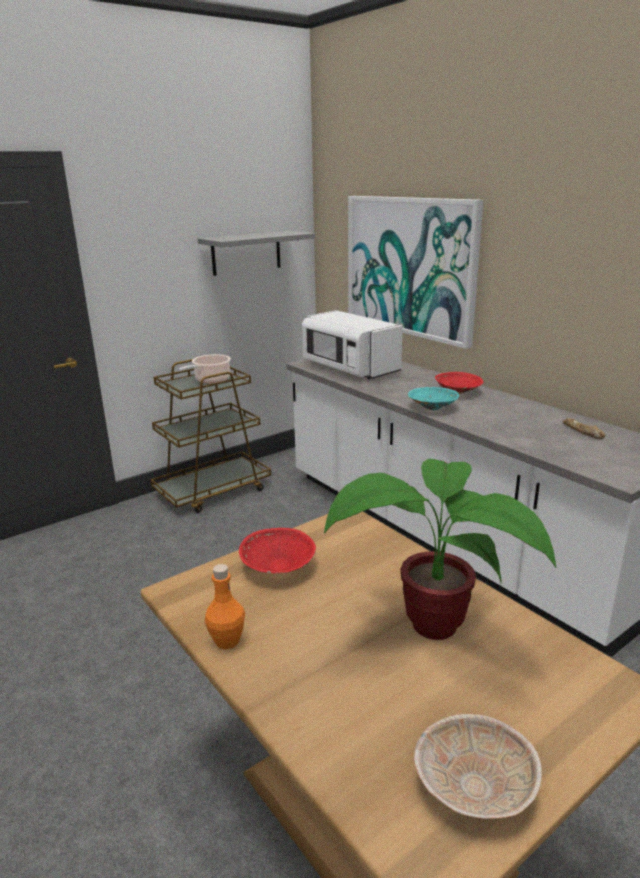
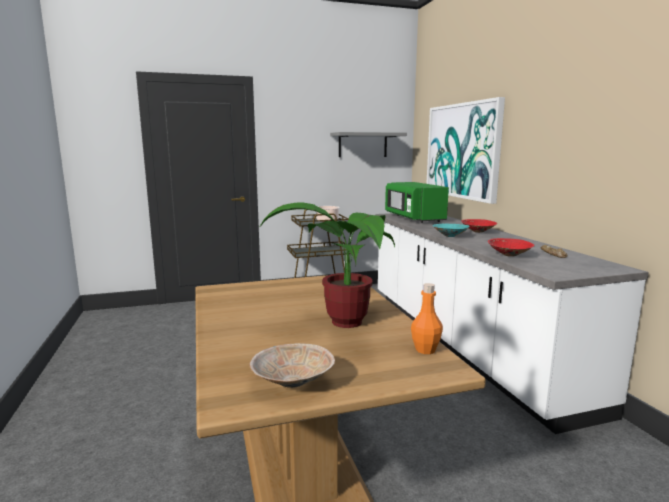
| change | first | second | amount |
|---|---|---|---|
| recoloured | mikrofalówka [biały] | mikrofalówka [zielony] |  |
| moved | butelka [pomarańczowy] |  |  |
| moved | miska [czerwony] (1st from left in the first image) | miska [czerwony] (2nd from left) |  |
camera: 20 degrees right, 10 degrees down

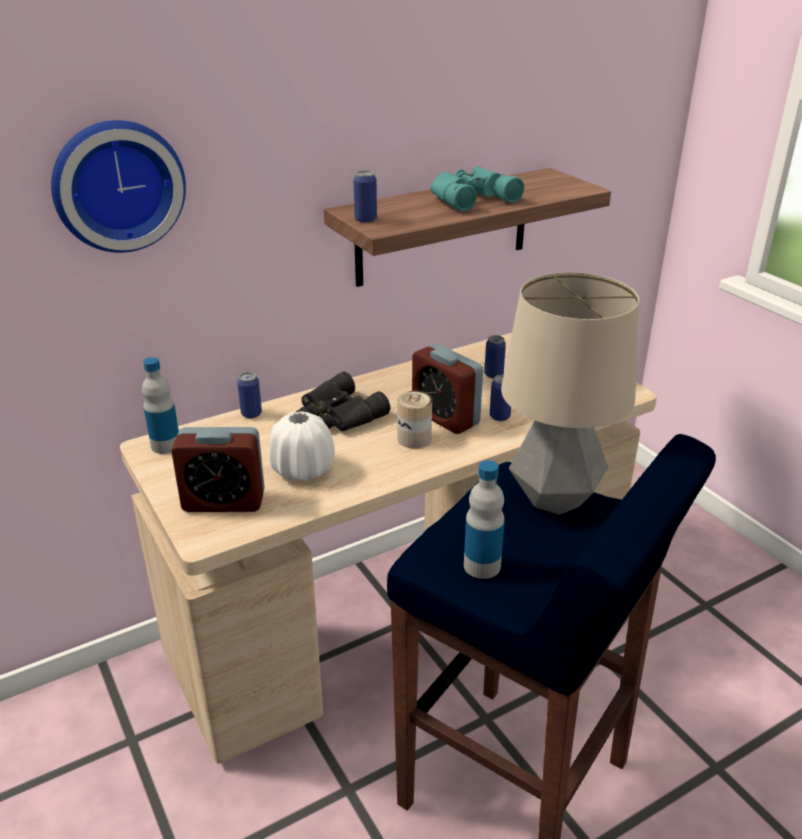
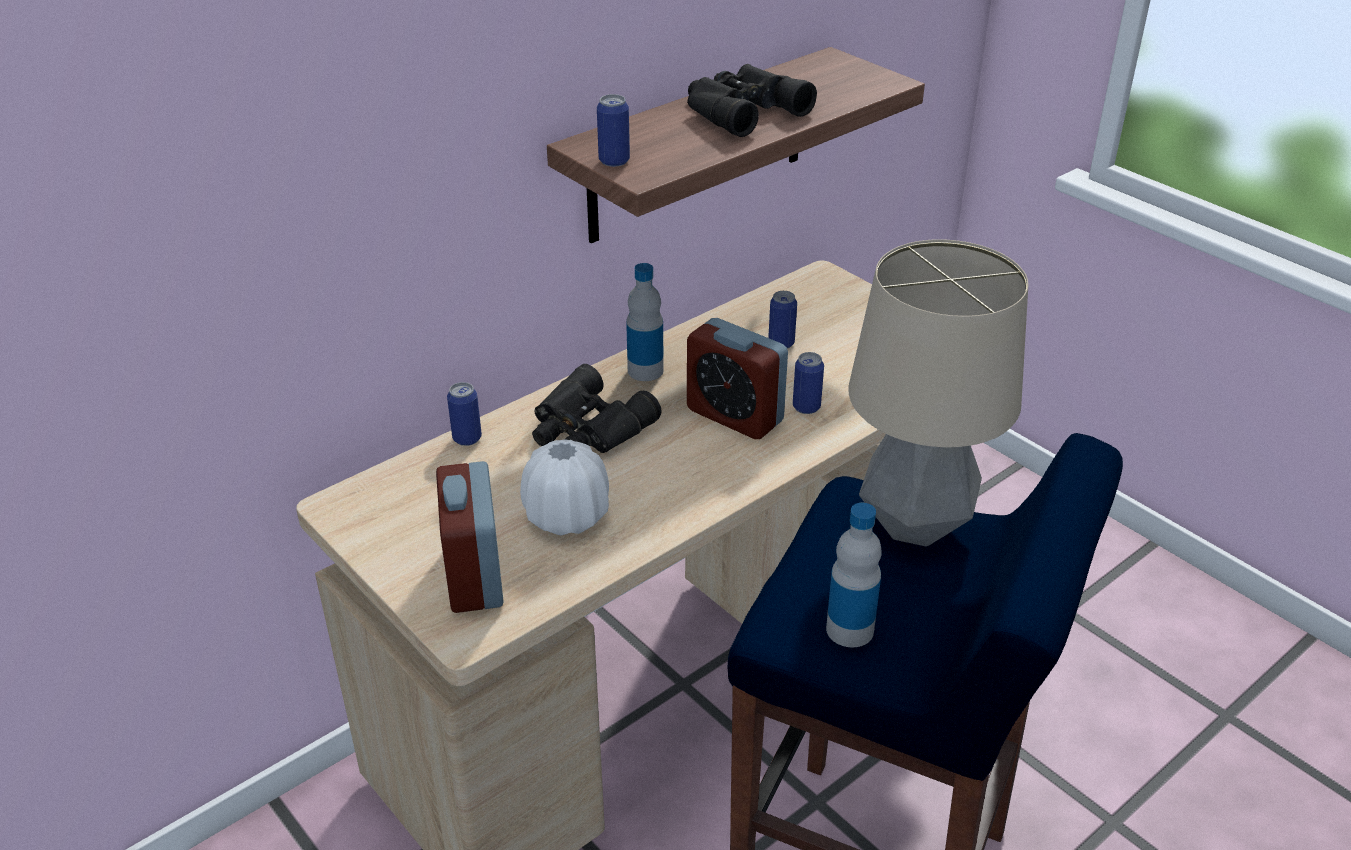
| change | first | second | amount |
|---|---|---|---|
| turned | budzik (1st from left) |  | 90 degrees clockwise |
| moved | butelka (1st from left) |  |  |
| recoloured | lornetka [turkusowy] | lornetka [czarny] (2nd from left) |  |
| removed | zegar ścienny |  |  |
| removed | puszka (3rd from left) |  |  |
camera: 10 degrees left, 5 degrees up

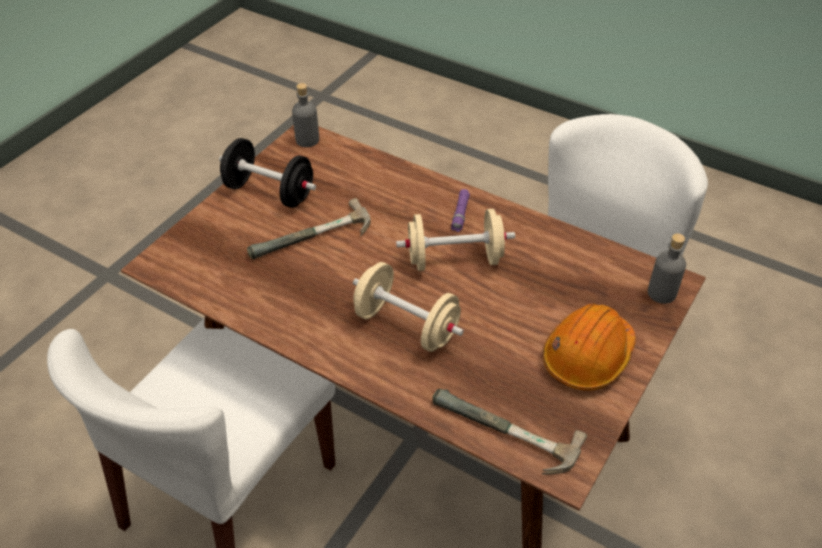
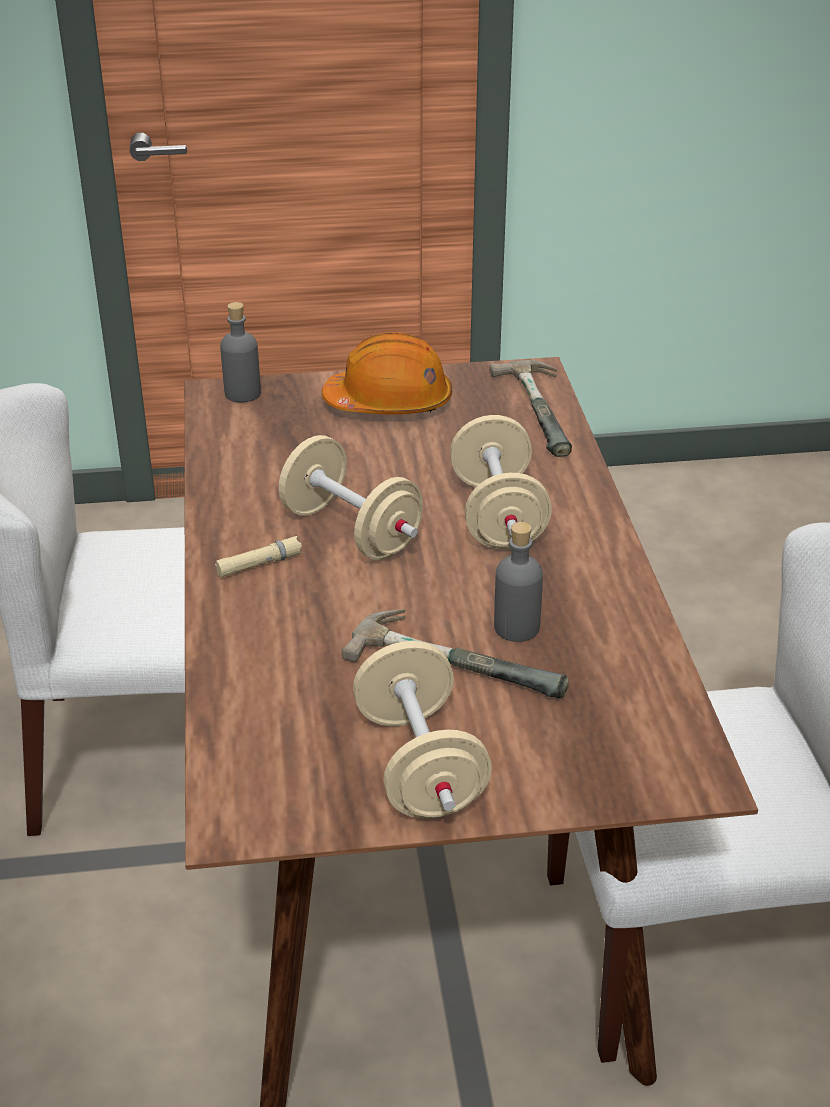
| change | first | second | amount |
|---|---|---|---|
| recoloured | latarka [fioletowy] | latarka [beżowy] |  |
| recoloured | hantel [czarny] | hantel [beżowy] (2nd from left) |  |
| moved | butelka [szary] (1st from left in the first image) | butelka [szary] (2nd from left) |  |
camera: 130 degrees left, 10 degrees down

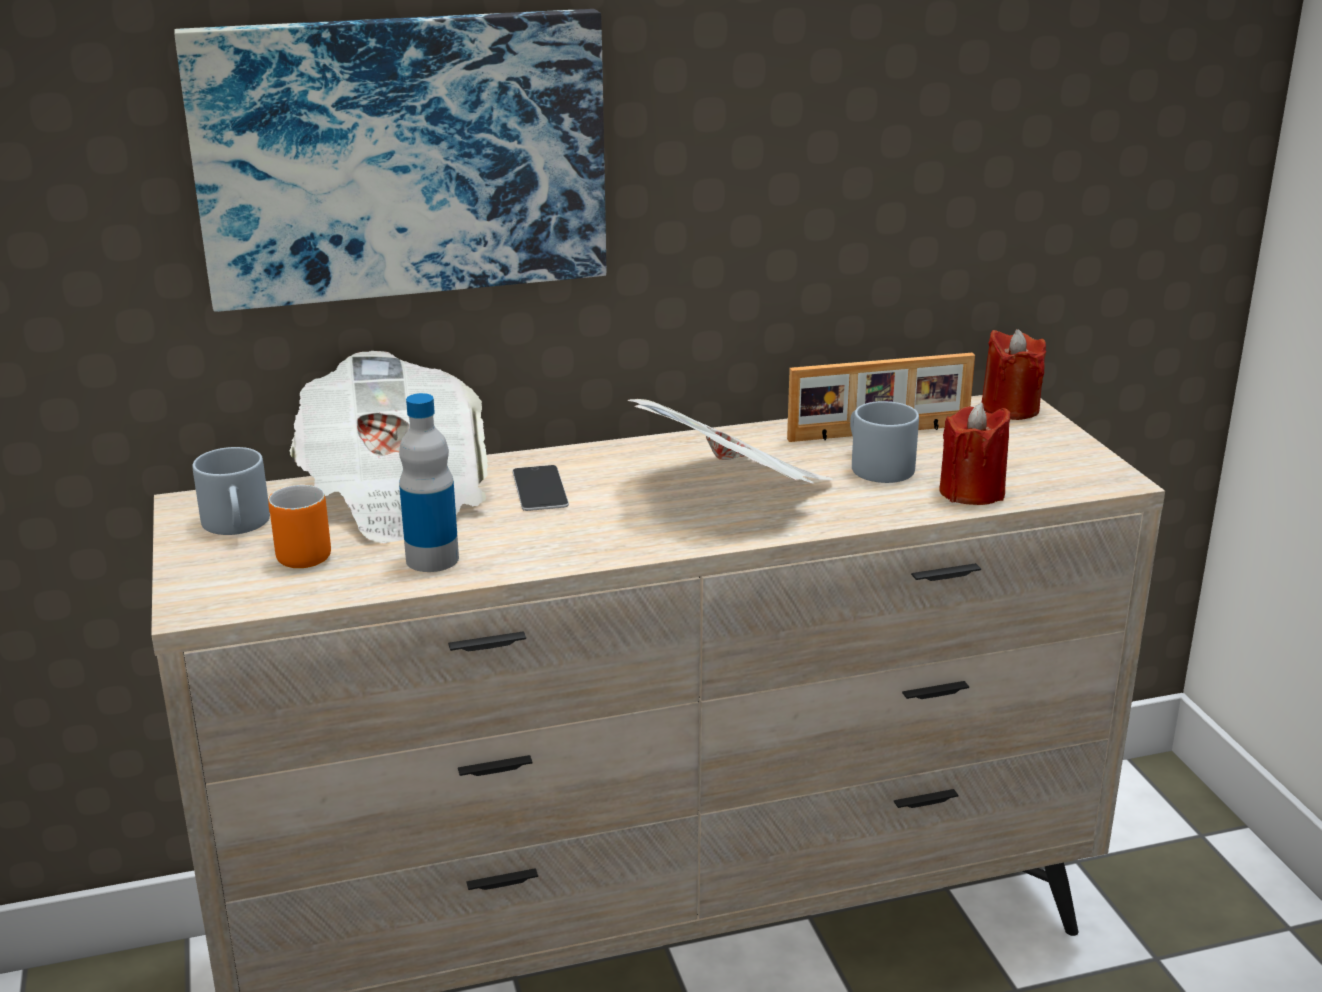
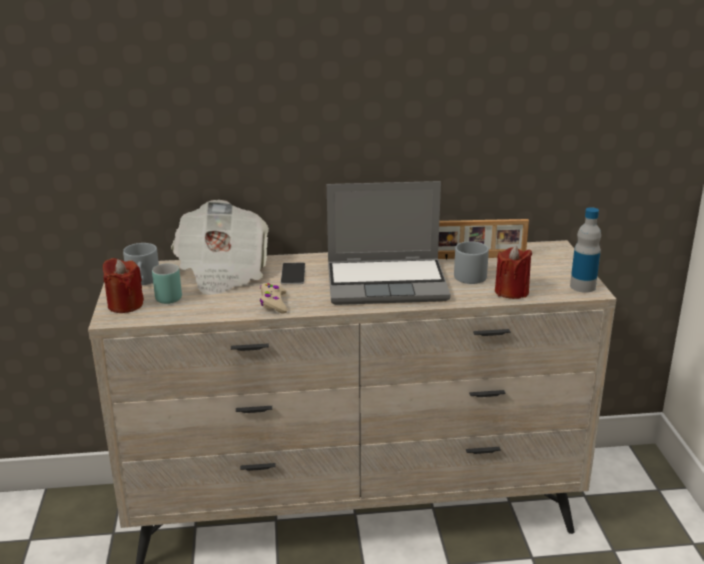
| change | first | second | amount |
|---|---|---|---|
| moved | świeca [czerwony] (2nd from left in the first image) | świeca [czerwony] (1st from left) |  |
| recoloured | kubek [pomarańczowy] | kubek [turkusowy] |  |
| added |  | pad do gier [beżowy] |  |
| replaced | gazeta (2nd from left) | laptop |  |
| moved | butelka |  |  |
| removed | obraz |  |  |
camera: 10 degrees right, 0 degrees up

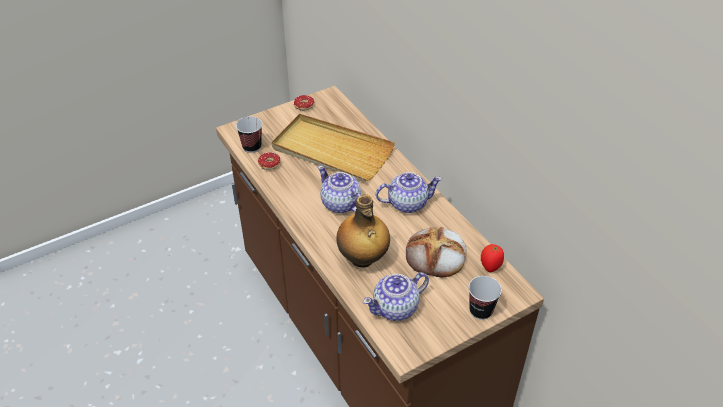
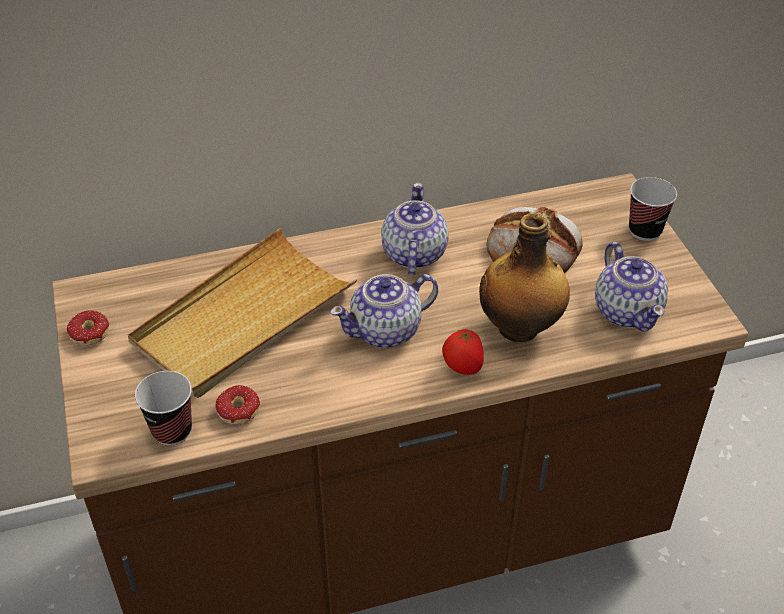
| change | first | second | amount |
|---|---|---|---|
| moved | pomidor |  |  |
camera: 75 degrees left, 0 degrees up

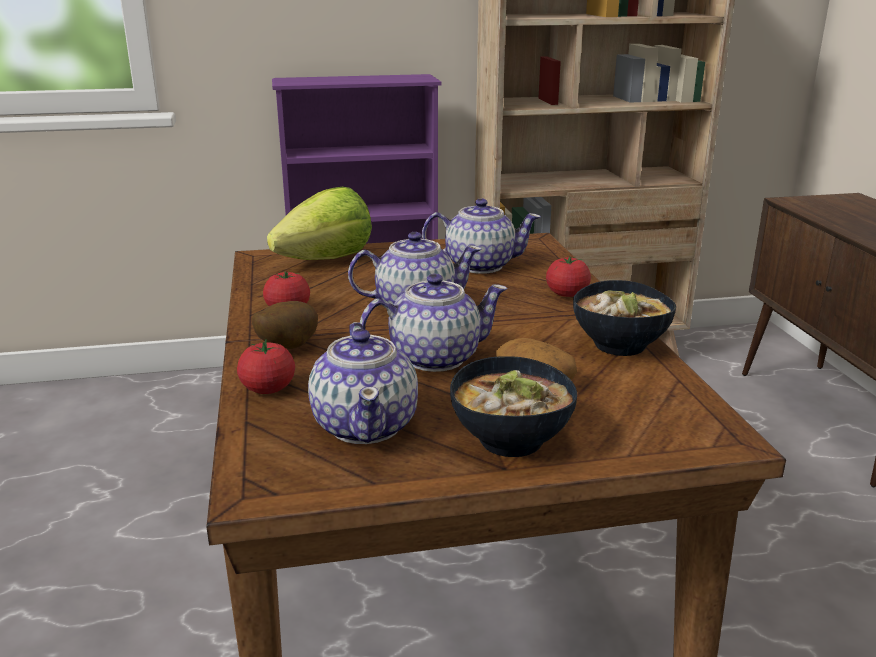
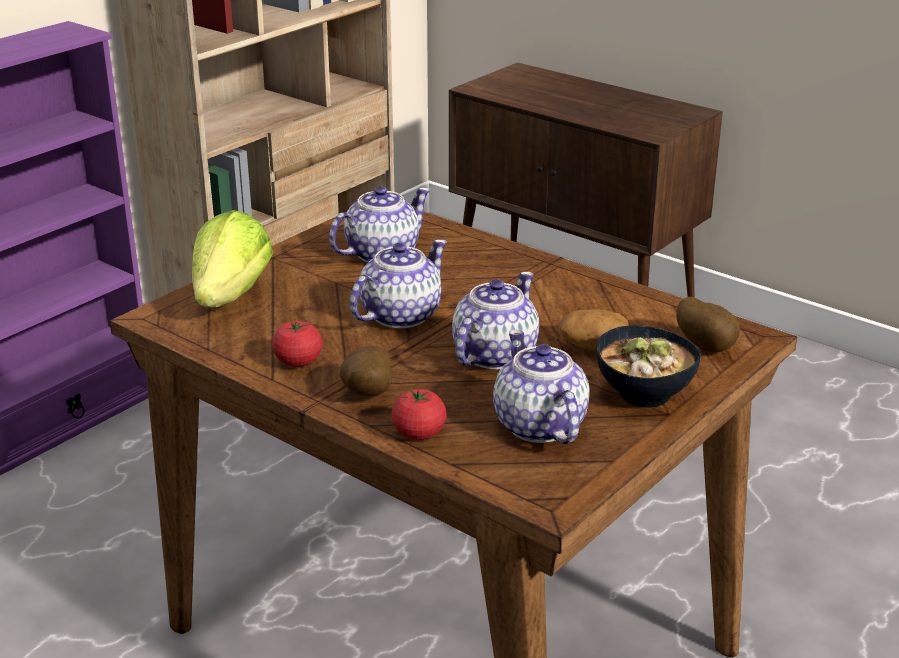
| change | first | second | amount |
|---|---|---|---|
| turned | imbryk (1st from left in the first image) | imbryk (4th from left) | 150 degrees counterclockwise |
| added |  | ziemniak (3rd from left) |  |
| removed | pomidor (3rd from left) |  |  |
| removed | miska (2nd from left) |  |  |
camera: 40 degrees left, 5 degrees up

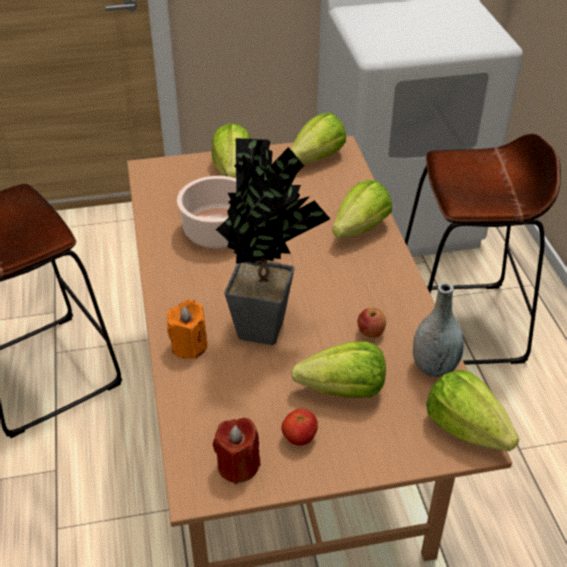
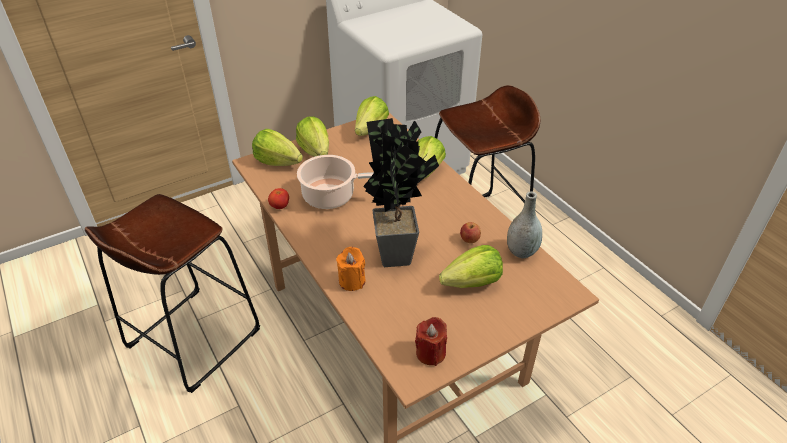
| change | first | second | amount |
|---|---|---|---|
| moved | sałata (5th from left in the first image) | sałata (1st from left) |  |
| moved | pomidor |  |  |
camera: 20 degrees left, 0 degrees up

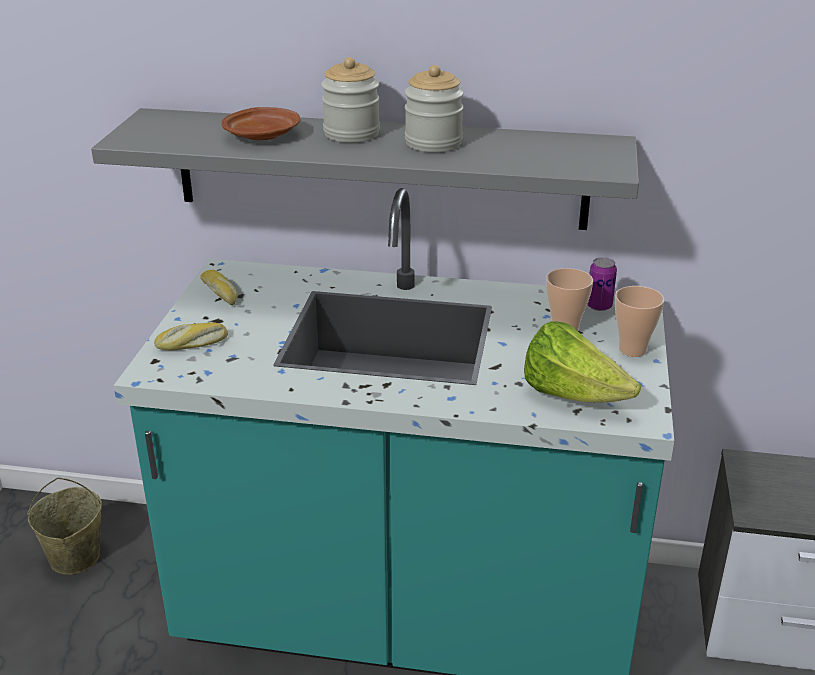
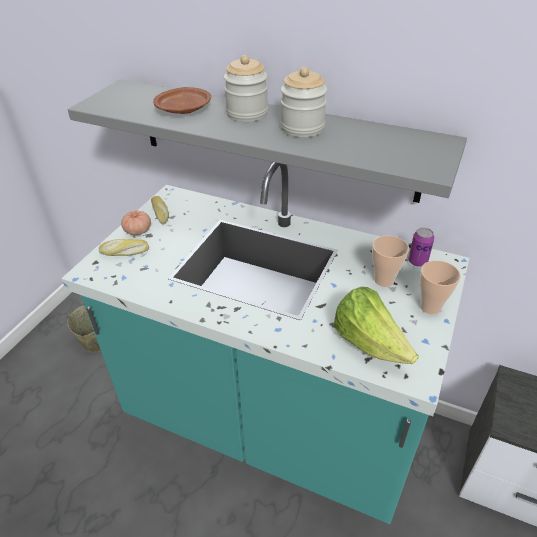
| change | first | second | amount |
|---|---|---|---|
| added |  | pomidor |  |
camera: 15 degrees right, 10 degrees up

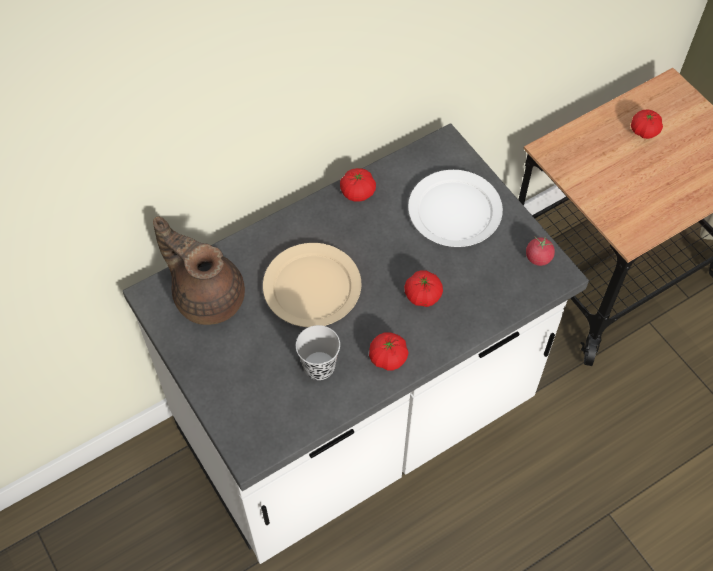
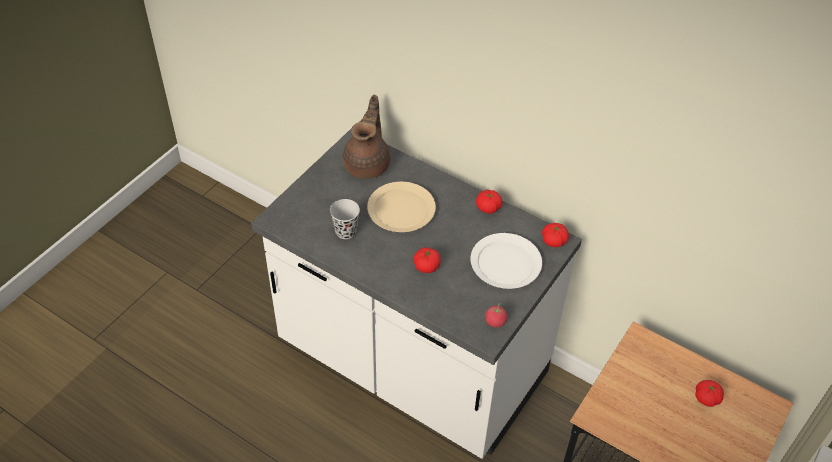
| change | first | second | amount |
|---|---|---|---|
| moved | pomidor (2nd from left in the first image) | pomidor (4th from left) |  |
camera: 65 degrees right, 10 degrees down

